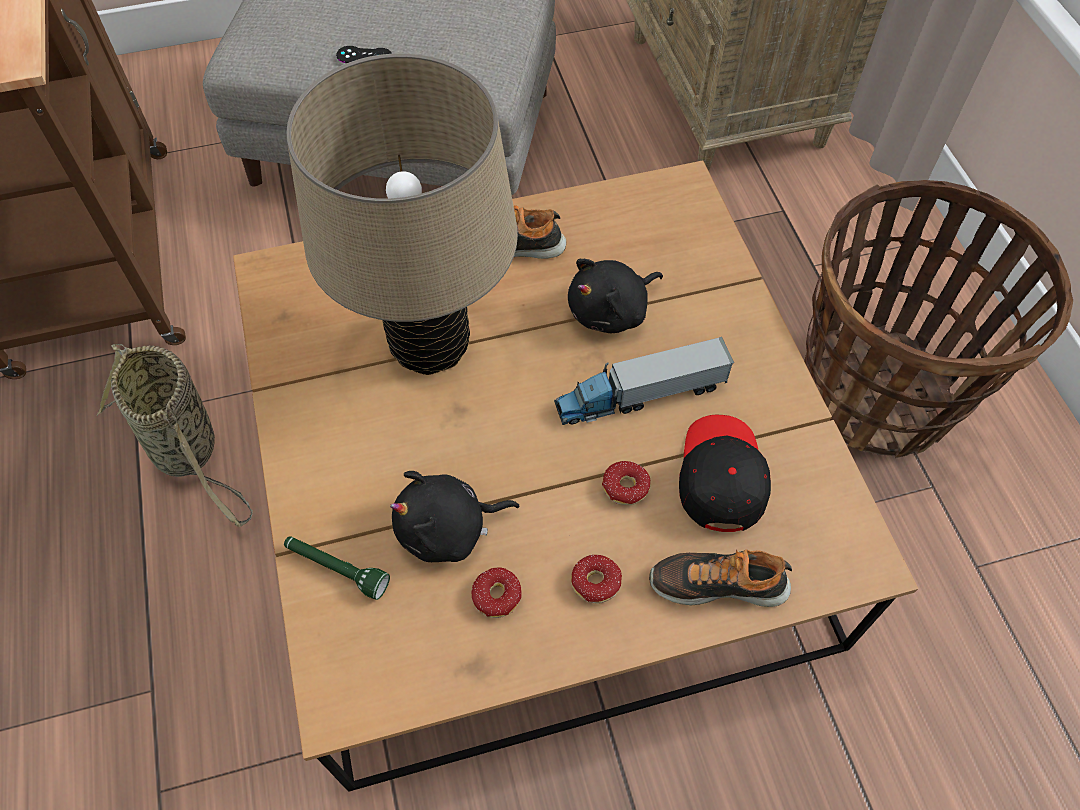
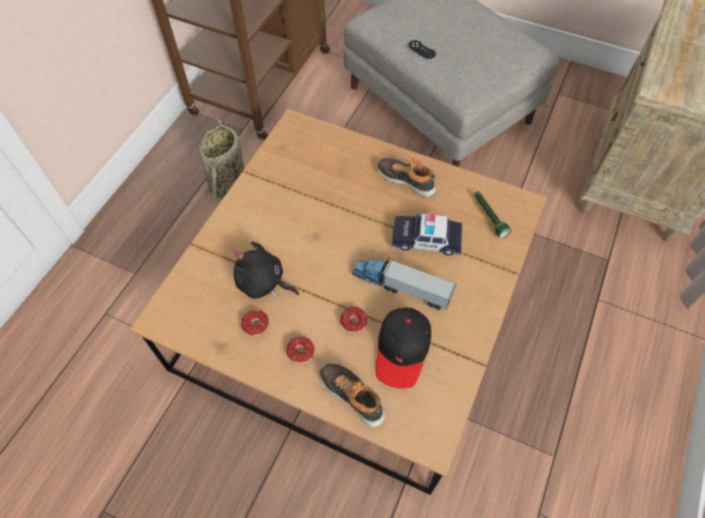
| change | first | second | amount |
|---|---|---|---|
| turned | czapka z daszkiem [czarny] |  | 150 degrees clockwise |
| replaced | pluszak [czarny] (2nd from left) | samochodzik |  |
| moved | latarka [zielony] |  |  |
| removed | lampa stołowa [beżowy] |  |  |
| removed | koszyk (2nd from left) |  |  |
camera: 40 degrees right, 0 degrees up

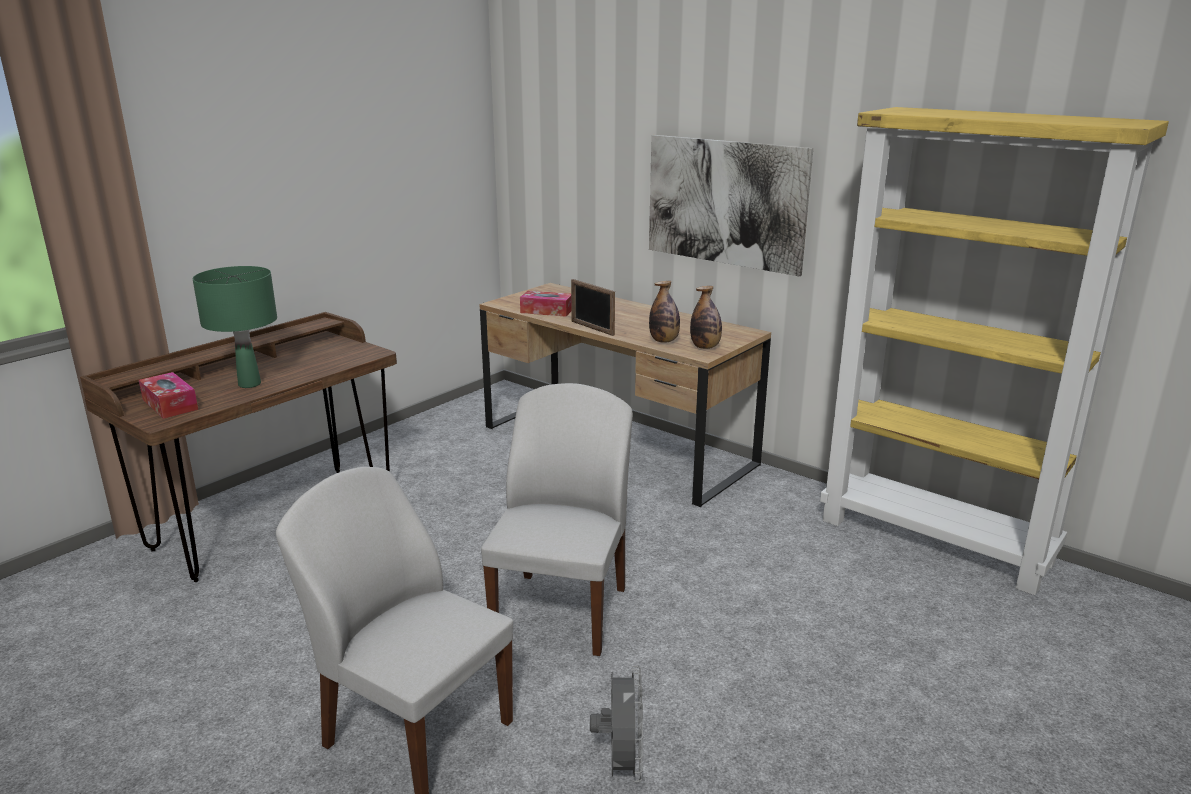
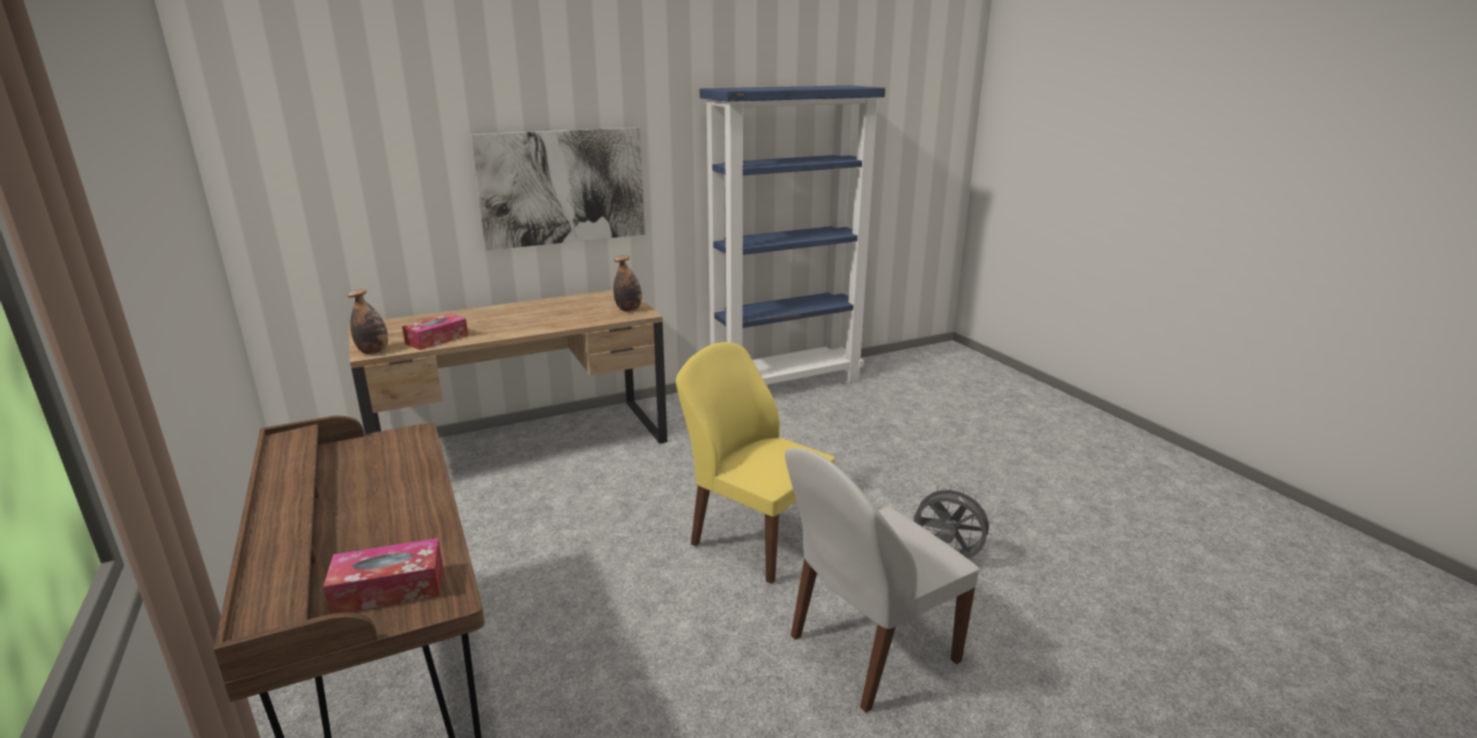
| change | first | second | amount |
|---|---|---|---|
| moved | butelka (1st from left) |  |  |
| recoloured | krzesło [biały] (2nd from left) | krzesło [żółty] |  |
| recoloured | regał [żółty] | regał [niebieski] |  |
| removed | lampa stołowa [zielony] |  |  |
| removed | ramka na zdjęcie |  |  |
camera: 65 degrees left, 0 degrees up

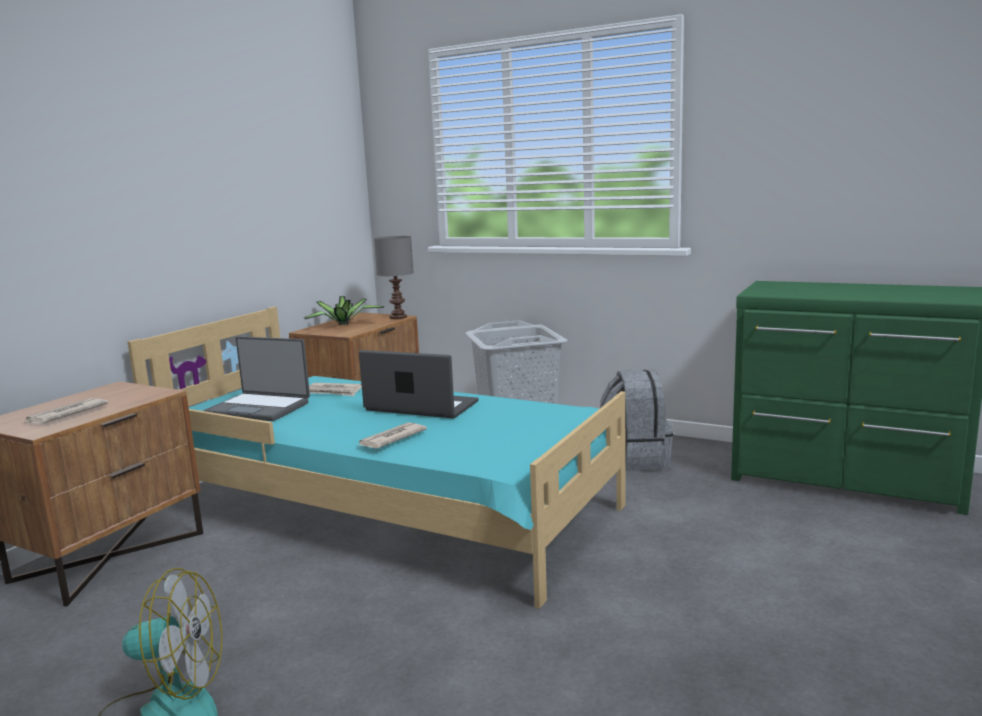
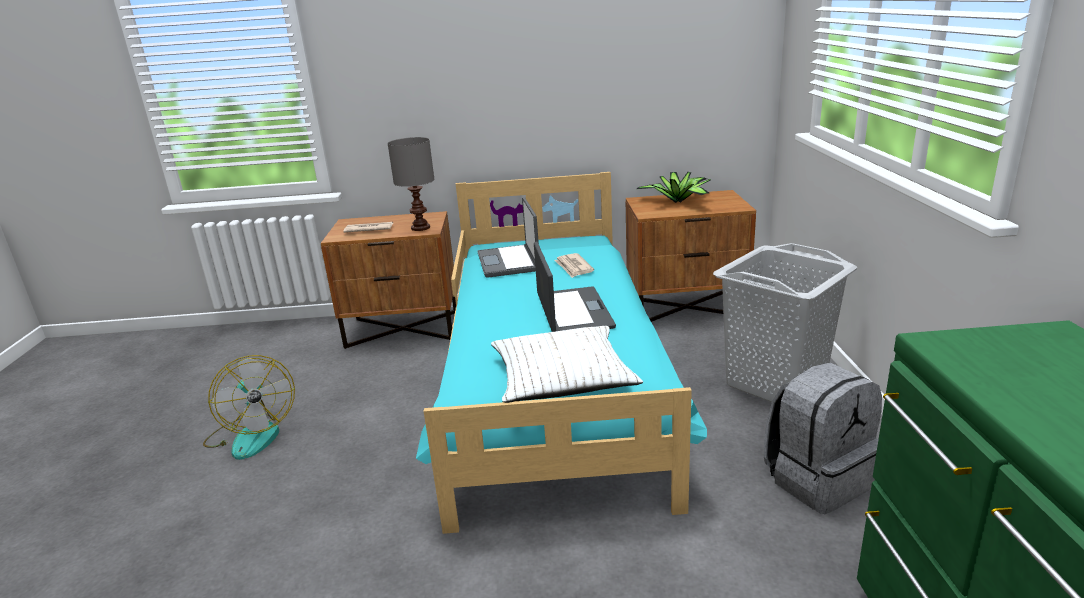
| change | first | second | amount |
|---|---|---|---|
| moved | lampa stołowa [szary] |  |  |
| added |  | poduszka [biały] |  |
| removed | gazeta (3rd from left) |  |  |
camera: 60 degrees right, 10 degrees up

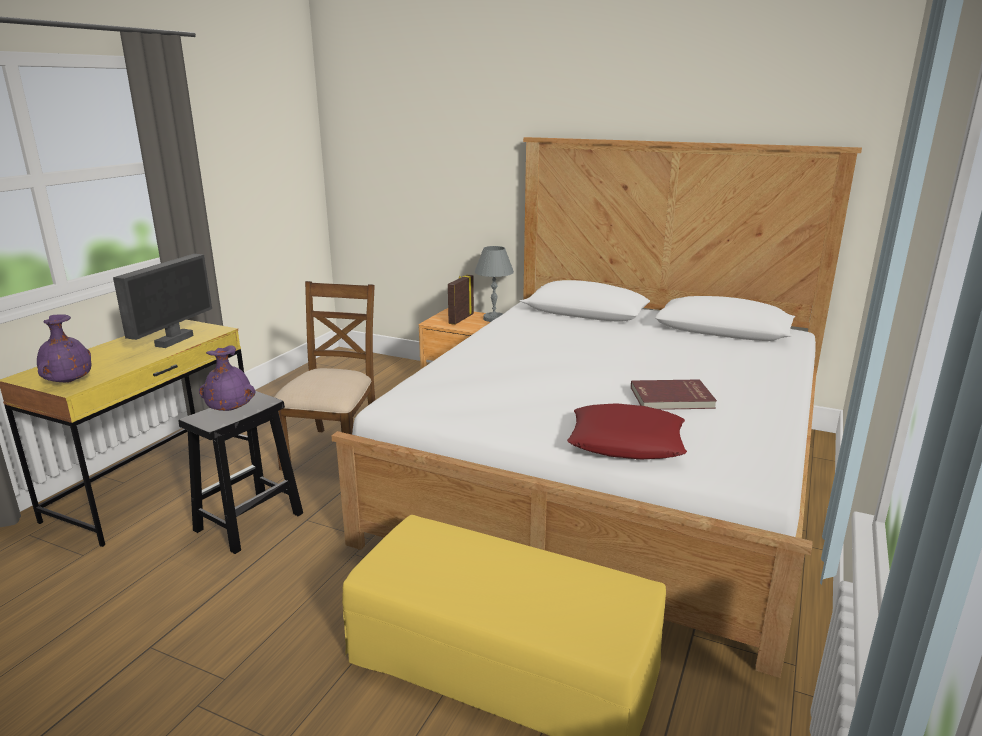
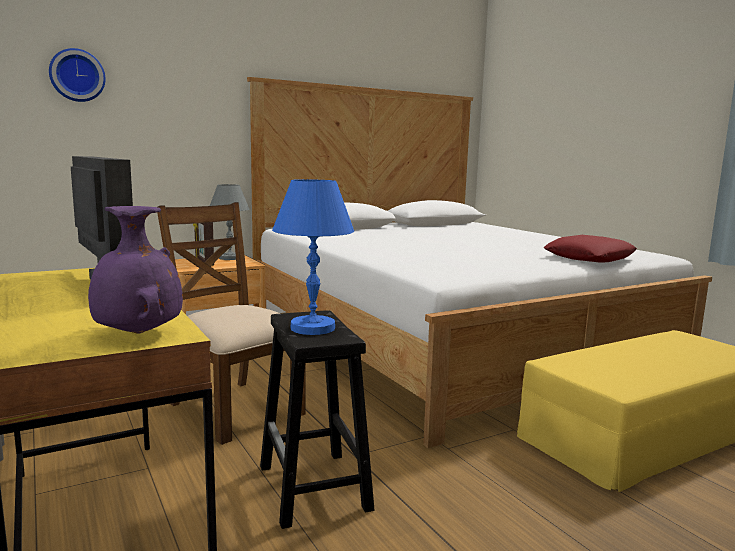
| change | first | second | amount |
|---|---|---|---|
| added |  | zegar ścienny |  |
| replaced | wazon [fioletowy] (2nd from left) | lampa stołowa [niebieski] |  |
| removed | książka [czerwony] |  |  |
camera: 55 degrees left, 10 degrees down

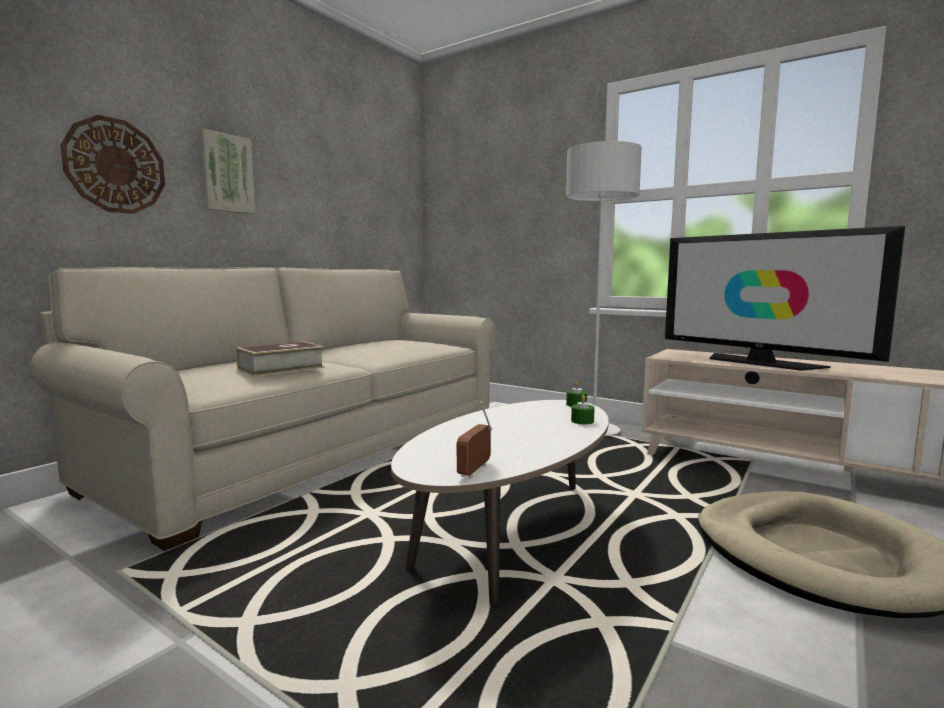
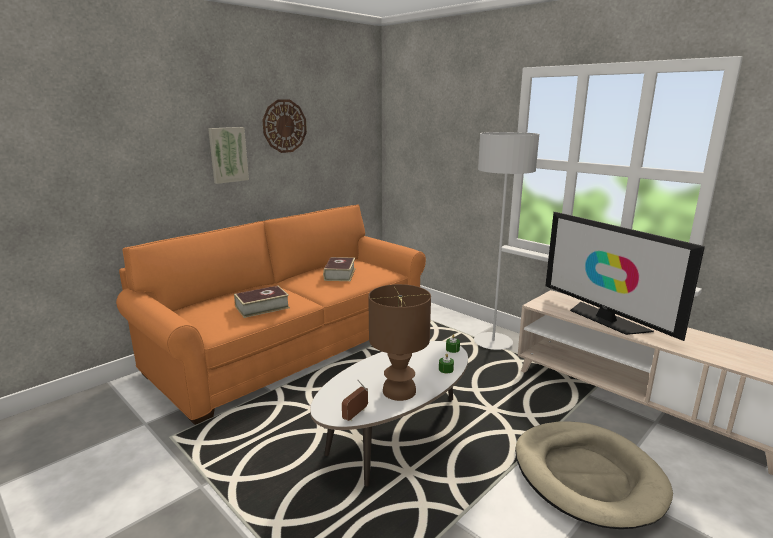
| change | first | second | amount |
|---|---|---|---|
| recoloured | kanapa [beżowy] | kanapa [pomarańczowy] |  |
| moved | zegar ścienny |  |  |
| added |  | książka (2nd from left) |  |
| added |  | lampa stołowa [brązowy] |  |
camera: 10 degrees right, 10 degrees up

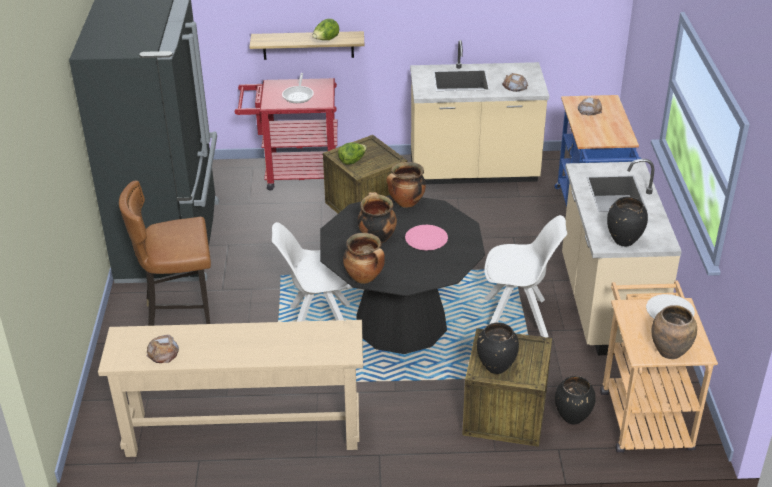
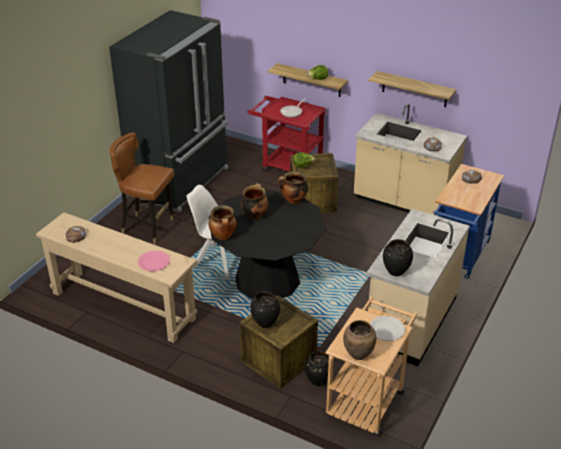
| change | first | second | amount |
|---|---|---|---|
| moved | talerz [różowy] |  |  |
| added |  | półka (2nd from left) |  |
| removed | krzesło [biały] (2nd from left) |  |  |
camera: 30 degrees right, 0 degrees up

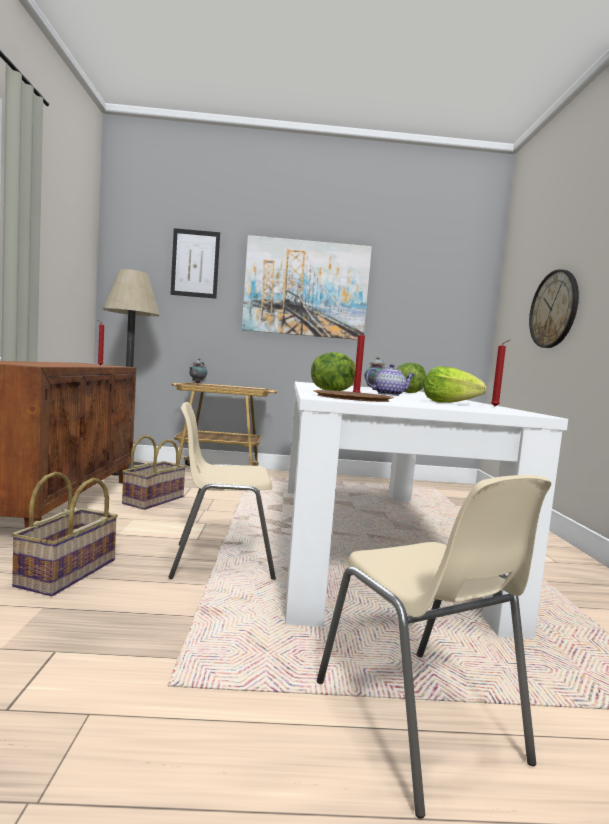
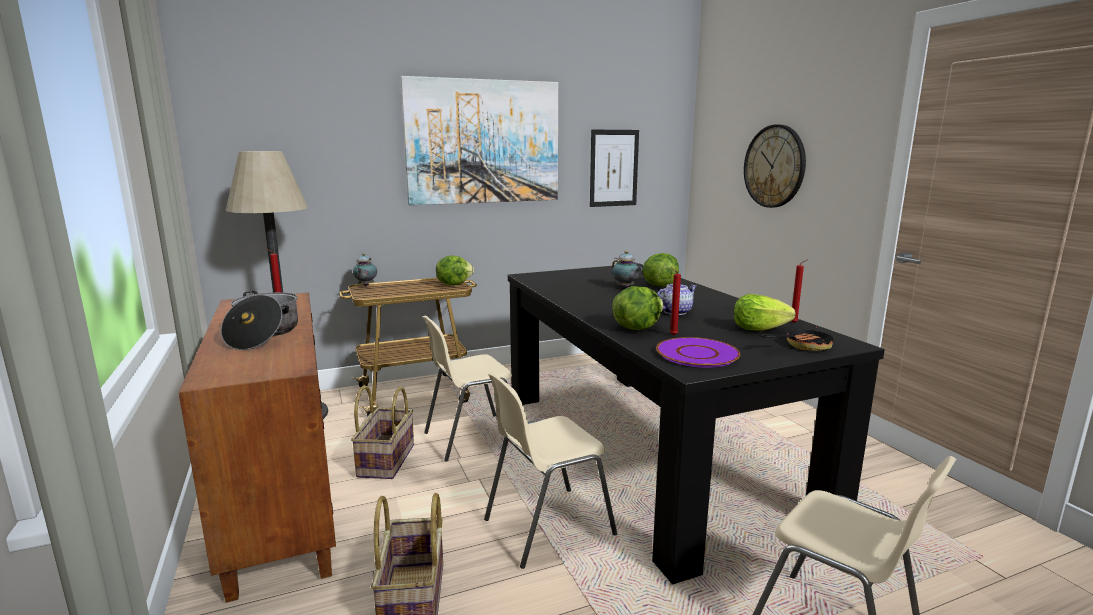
| change | first | second | amount |
|---|---|---|---|
| added |  | garnek |  |
| added |  | krzesło [beżowy] (1st from left) |  |
| added |  | sałata (1st from left) |  |
| recoloured | stół jadalny [biały] | stół jadalny [czarny] |  |
| moved | obraz (1st from left in the first image) | obraz (2nd from left) |  |
| recoloured | talerz [brązowy] | talerz [fioletowy] |  |
| added |  | patelnia |  |
camera: 20 degrees left, 10 degrees up

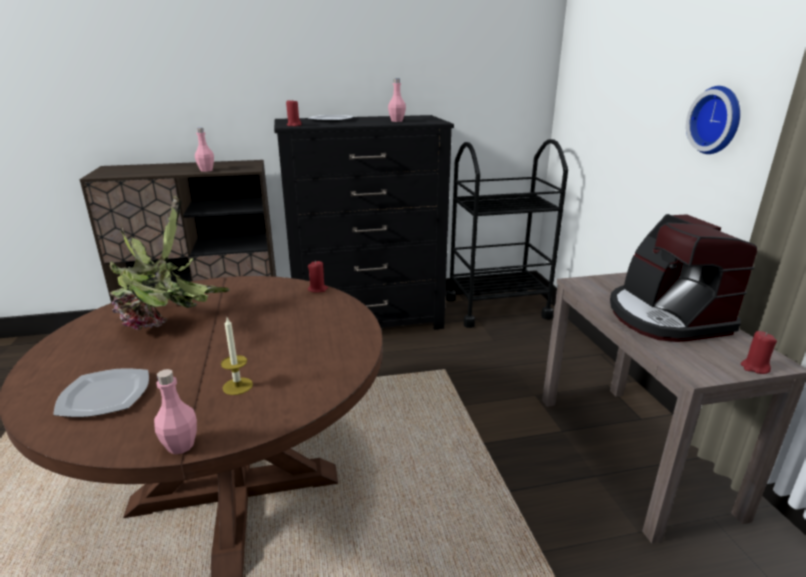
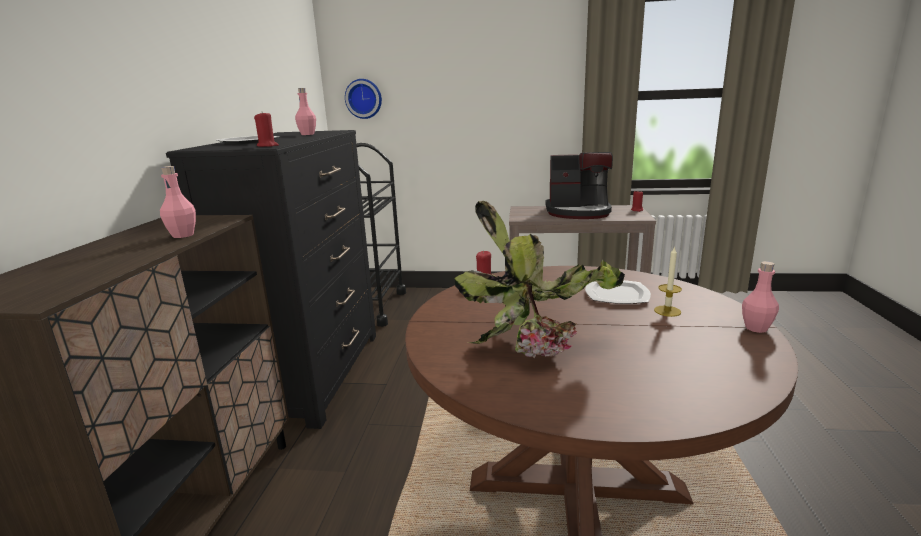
| change | first | second | amount |
|---|---|---|---|
| moved | zegar ścienny |  |  |
| moved | talerz (1st from left in the first image) | talerz (2nd from left) |  |
camera: 70 degrees left, 5 degrees down

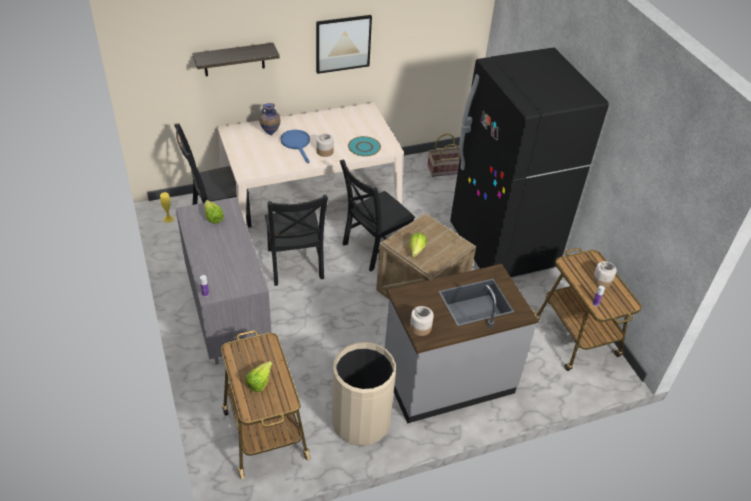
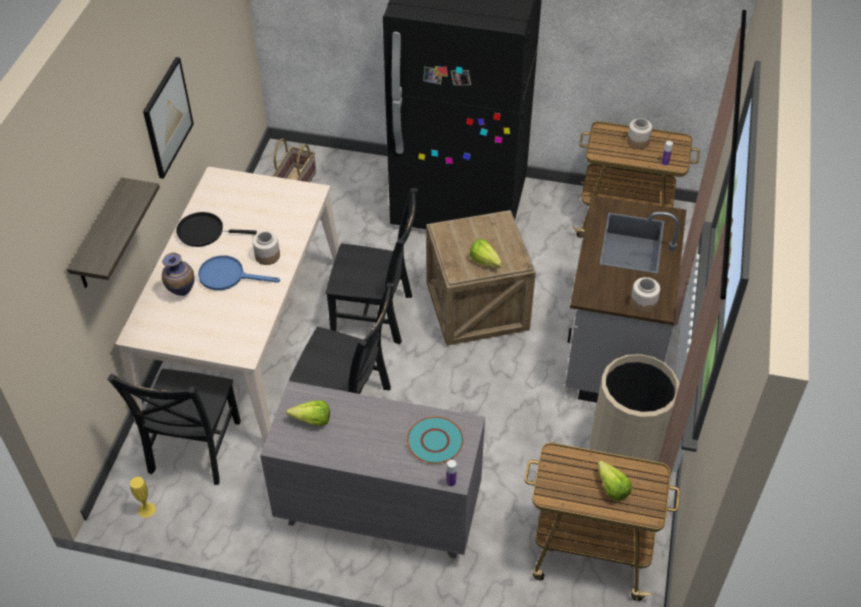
| change | first | second | amount |
|---|---|---|---|
| added |  | patelnia [czarny] |  |
| turned | krzesło [czarny] (3rd from left) |  | 75 degrees counterclockwise |
| moved | talerz [turkusowy] |  |  |
camera: 55 degrees left, 5 degrees up

